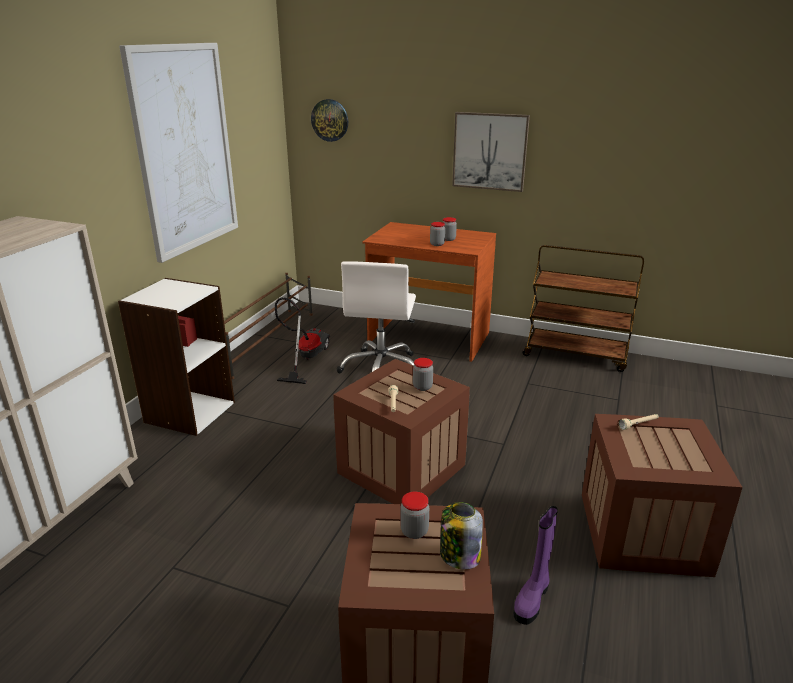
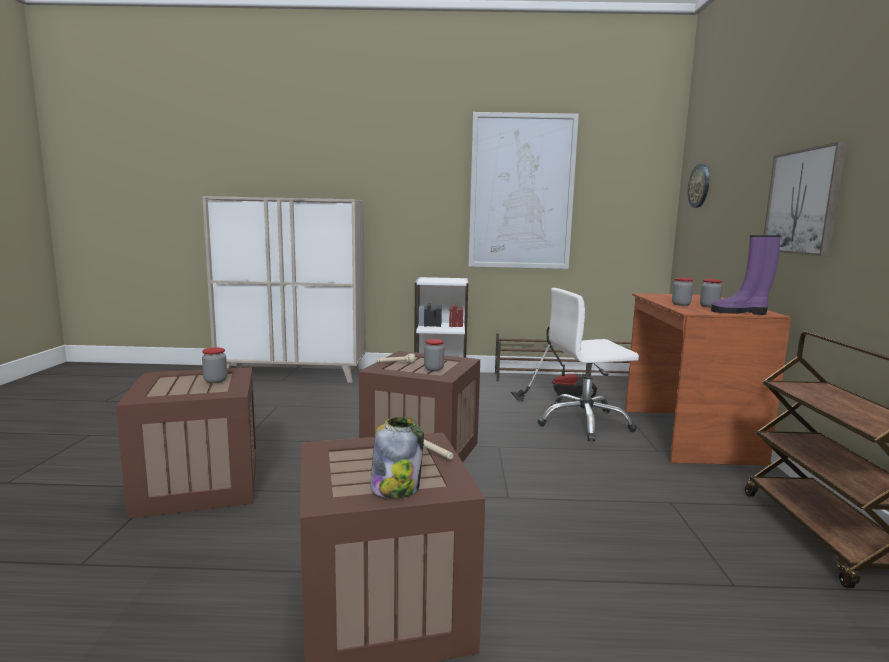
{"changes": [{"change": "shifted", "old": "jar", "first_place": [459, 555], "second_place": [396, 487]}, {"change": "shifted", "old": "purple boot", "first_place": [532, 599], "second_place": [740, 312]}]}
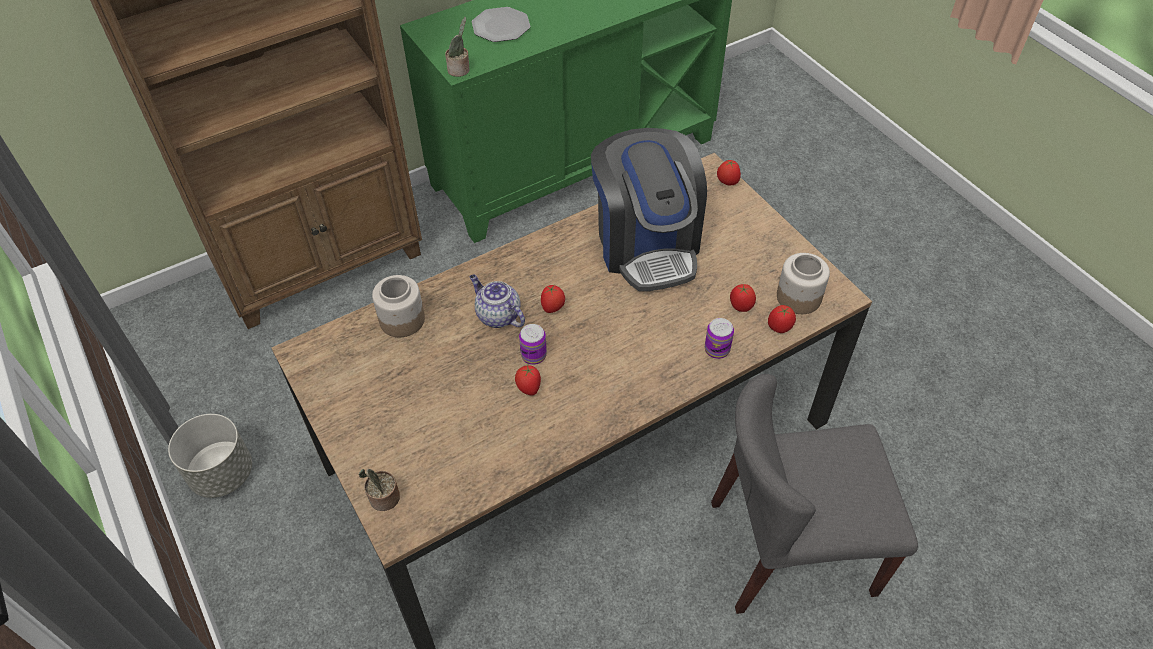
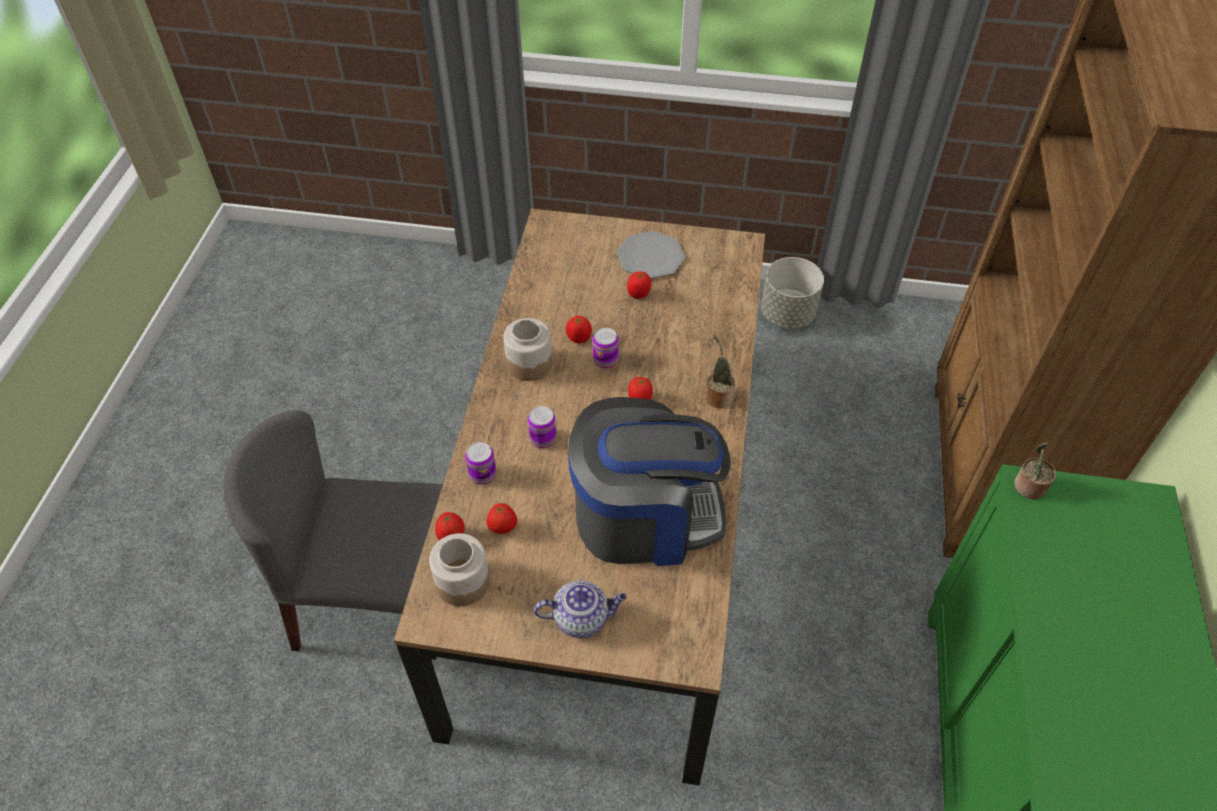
{"changes": [{"change": "shifted", "old": "plate", "first_place": [501, 26], "second_place": [650, 257]}, {"change": "rotated", "old": "coffee machine", "first_place": [646, 244], "second_place": [645, 516], "degrees": 150}, {"change": "shifted", "old": "tomato", "first_place": [727, 182], "second_place": [639, 294]}, {"change": "shifted", "old": "jar", "first_place": [402, 320], "second_place": [529, 363]}, {"change": "shifted", "old": "teapot", "first_place": [497, 315], "second_place": [582, 618]}, {"change": "rotated", "old": "grey chair", "first_place": [790, 548], "second_place": [375, 600], "degrees": -120}, {"change": "shifted", "old": "potted plant", "first_place": [383, 499], "second_place": [718, 396]}, {"change": "new", "new": "can", "second_place": [543, 438]}]}
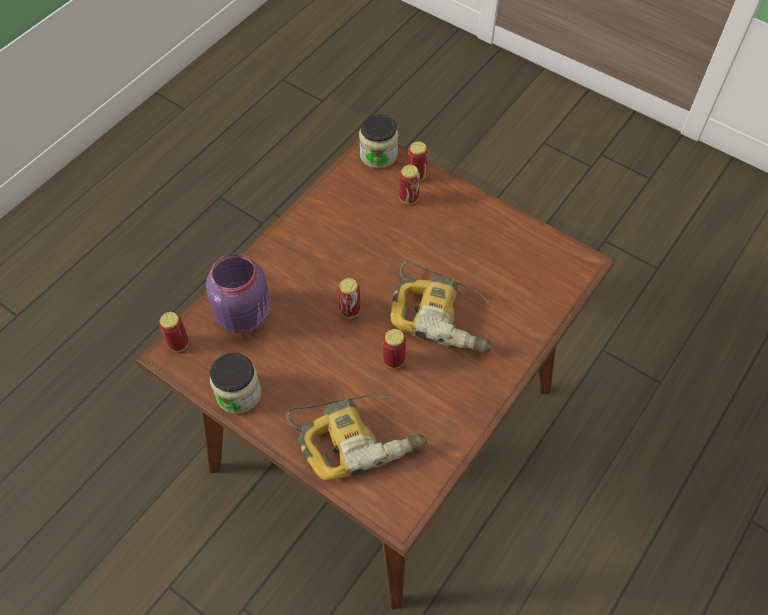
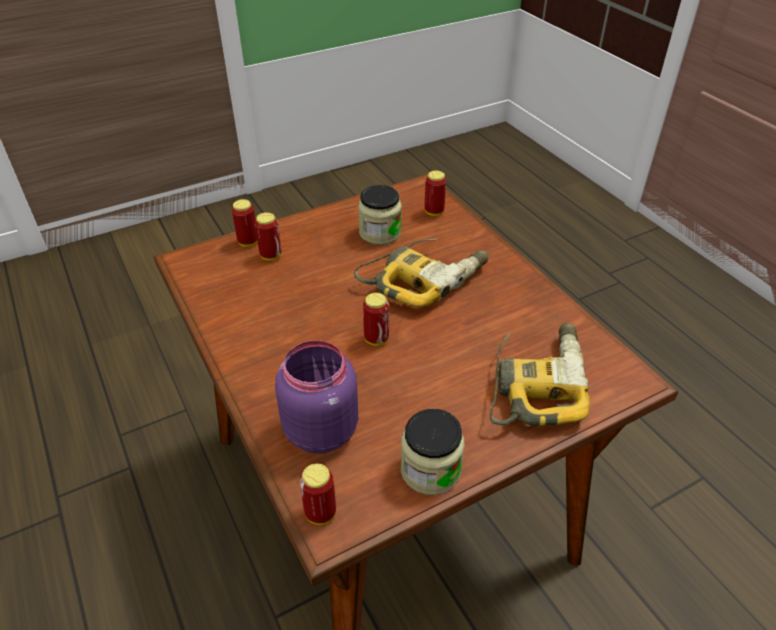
{"changes": [{"change": "shifted", "old": "jar", "first_place": [378, 155], "second_place": [380, 233]}, {"change": "shifted", "old": "can", "first_place": [394, 360], "second_place": [434, 212]}]}
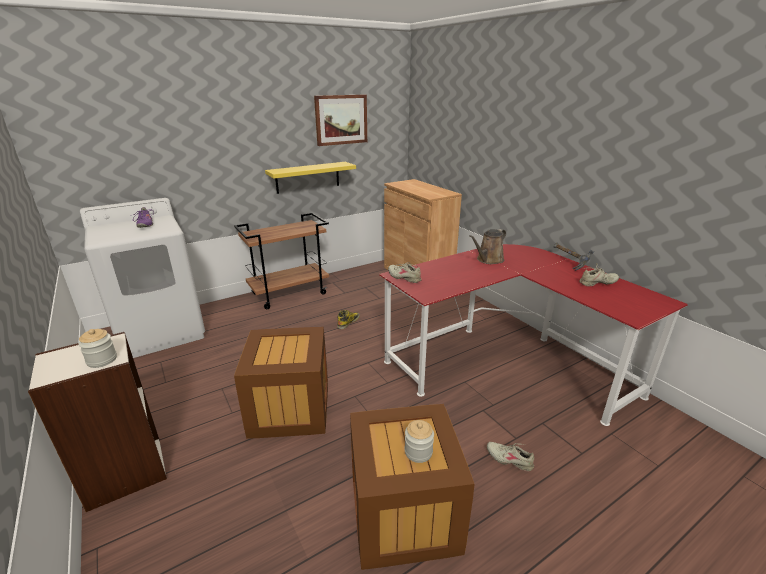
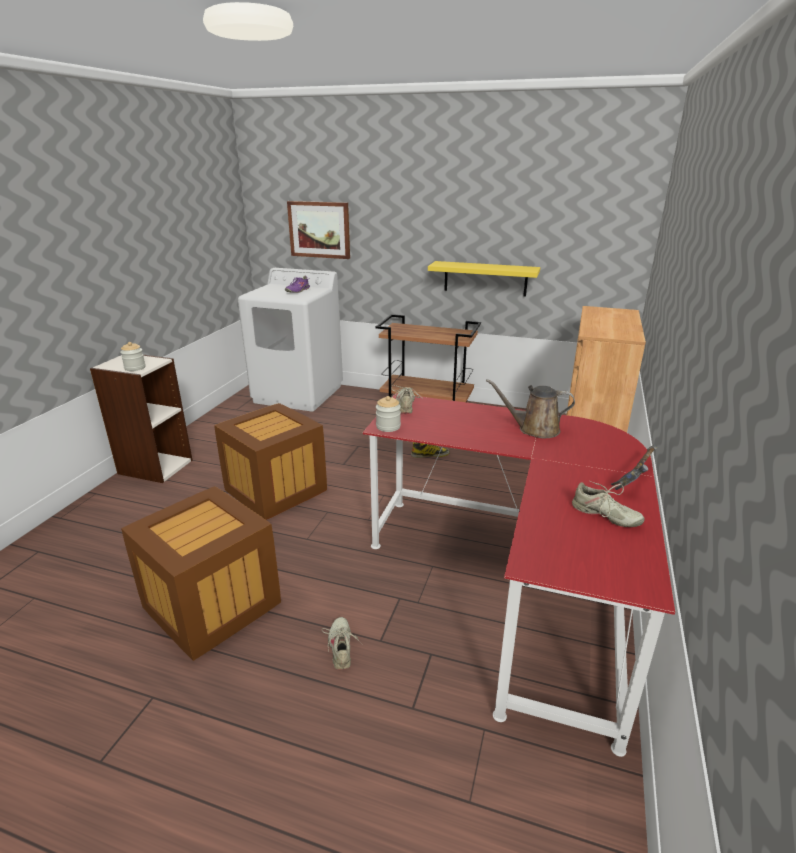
{"changes": [{"change": "shifted", "old": "picture", "first_place": [341, 119], "second_place": [319, 229]}, {"change": "shifted", "old": "jar", "first_place": [418, 452], "second_place": [388, 427]}]}
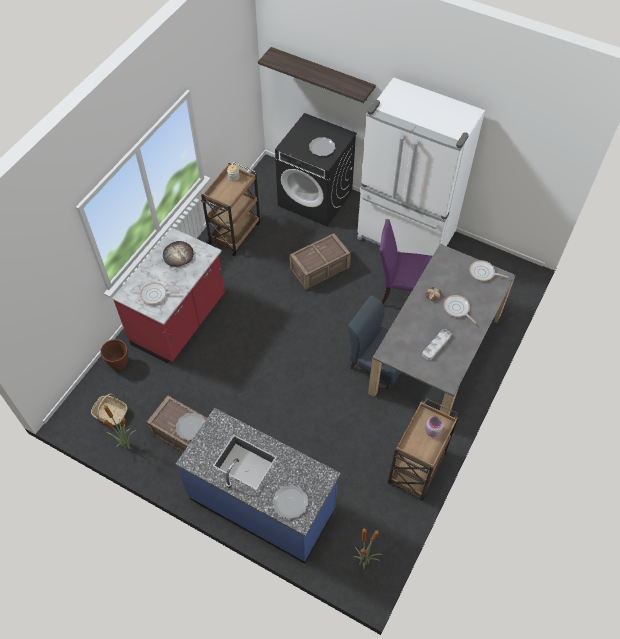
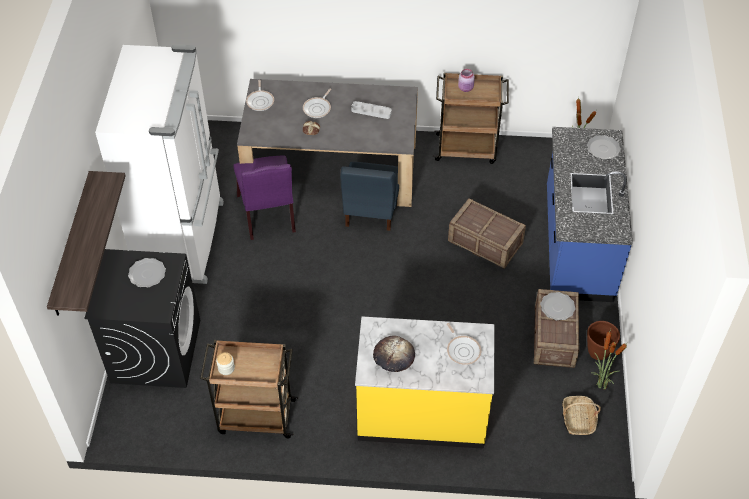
{"changes": [{"change": "repainted", "old": "red counter", "new": "yellow counter", "first_place": [180, 321], "second_place": [422, 412]}, {"change": "shifted", "old": "crate", "first_place": [319, 269], "second_place": [485, 243]}, {"change": "shifted", "old": "brown planter", "first_place": [119, 364], "second_place": [598, 352]}]}
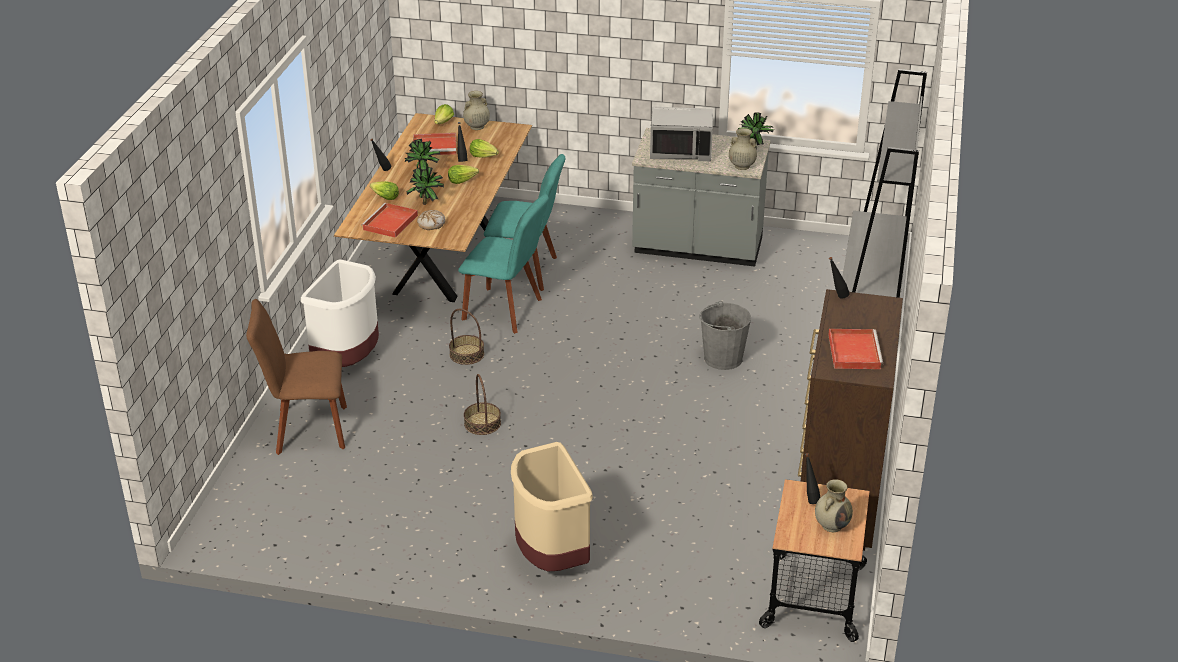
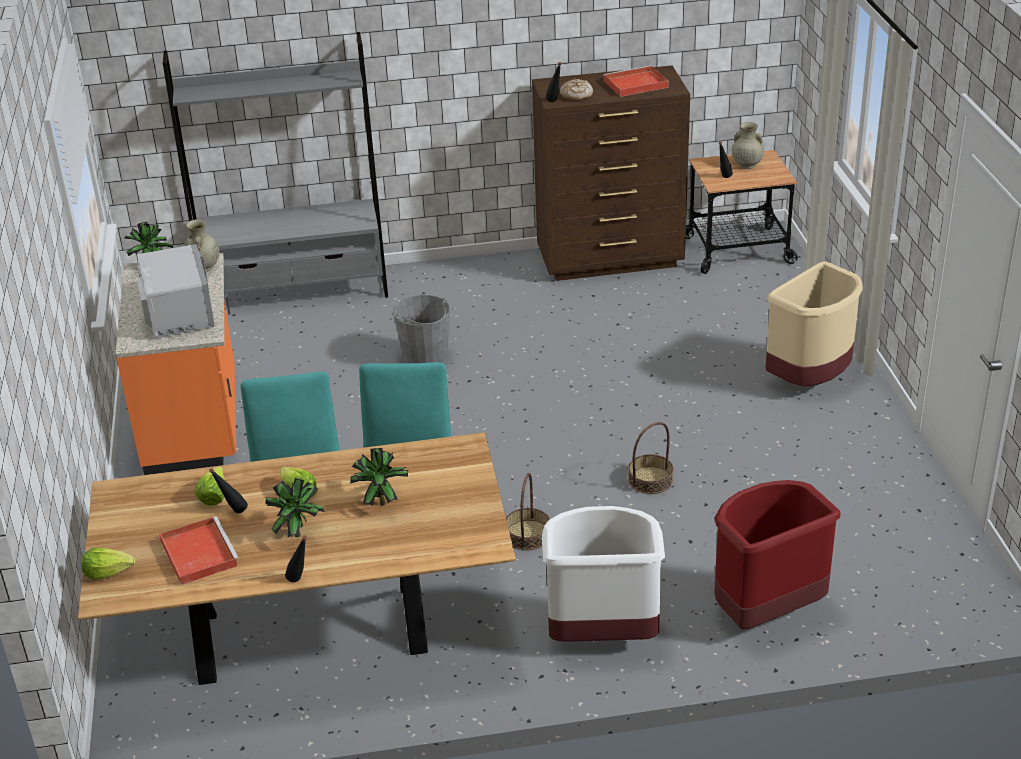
{"changes": [{"change": "gone", "old": "beige vase", "first_place": [476, 127]}, {"change": "repainted", "old": "grey counter", "new": "orange counter", "first_place": [697, 248], "second_place": [195, 425]}, {"change": "gone", "old": "lettuce", "first_place": [385, 197]}, {"change": "gone", "old": "red tray", "first_place": [390, 223]}, {"change": "shifted", "old": "bread", "first_place": [431, 224], "second_place": [576, 95]}, {"change": "swapped", "old": "brown chair", "new": "red trash can", "first_place": [306, 429], "second_place": [765, 611]}]}
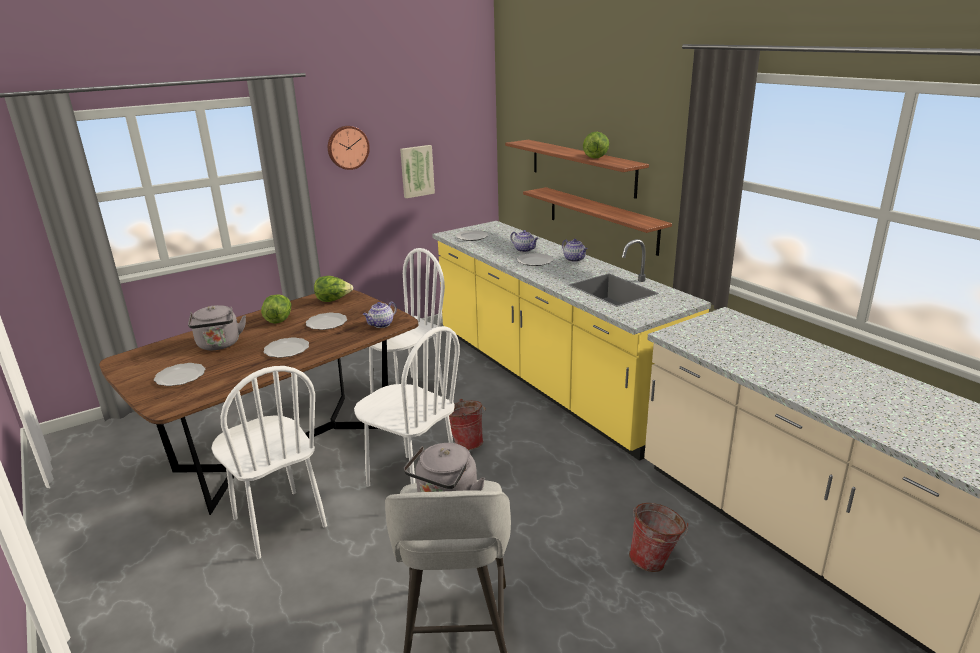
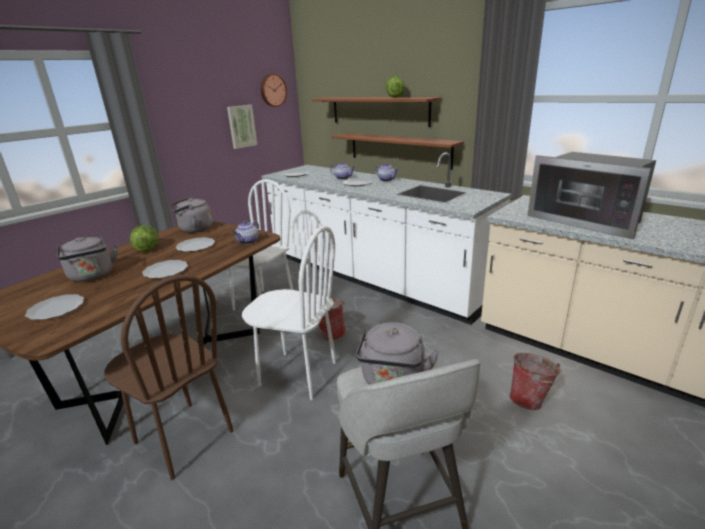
{"changes": [{"change": "shifted", "old": "wall clock", "first_place": [347, 147], "second_place": [273, 90]}, {"change": "repainted", "old": "yellow counter", "new": "white counter", "first_place": [549, 379], "second_place": [372, 278]}, {"change": "swapped", "old": "lettuce", "new": "grey kettle", "first_place": [333, 300], "second_place": [194, 229]}, {"change": "repainted", "old": "white chair", "new": "brown chair", "first_place": [278, 522], "second_place": [183, 437]}, {"change": "new", "new": "microwave", "second_place": [587, 220]}]}
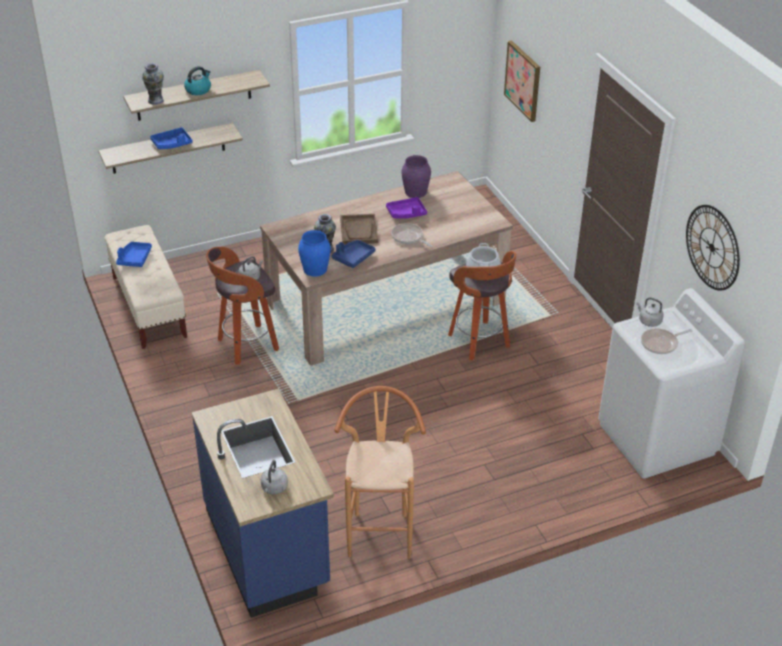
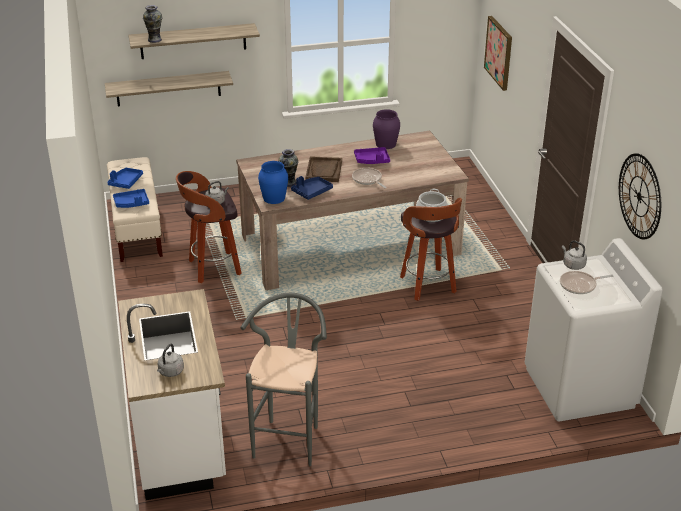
{"changes": [{"change": "gone", "old": "kettle", "first_place": [198, 90]}, {"change": "shifted", "old": "blue tray", "first_place": [172, 144], "second_place": [132, 203]}, {"change": "repainted", "old": "brown stool", "new": "grey stool", "first_place": [380, 530], "second_place": [289, 437]}, {"change": "repainted", "old": "blue counter", "new": "white counter", "first_place": [268, 548], "second_place": [180, 441]}]}
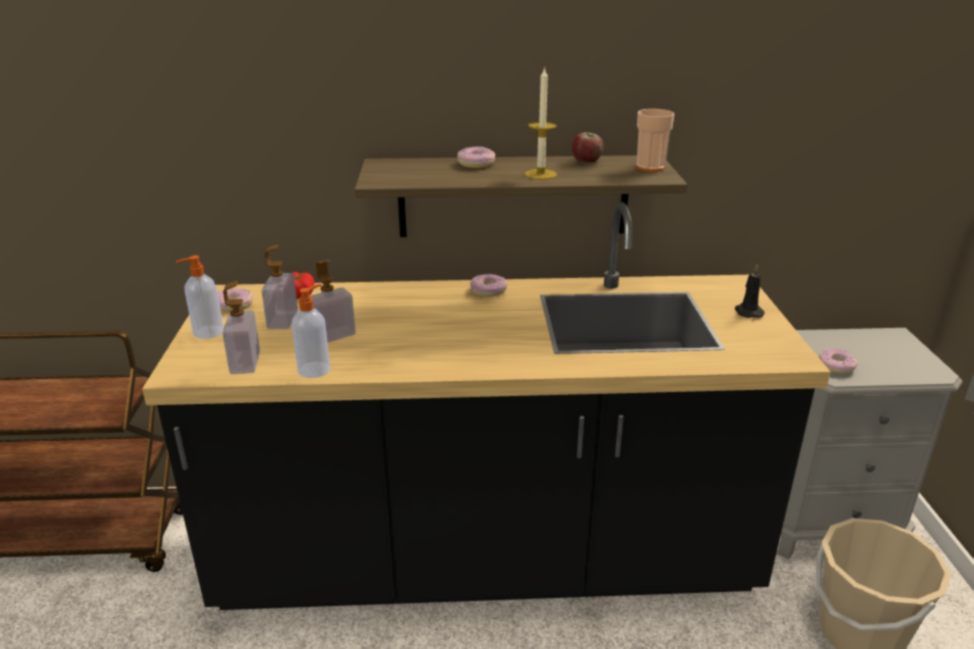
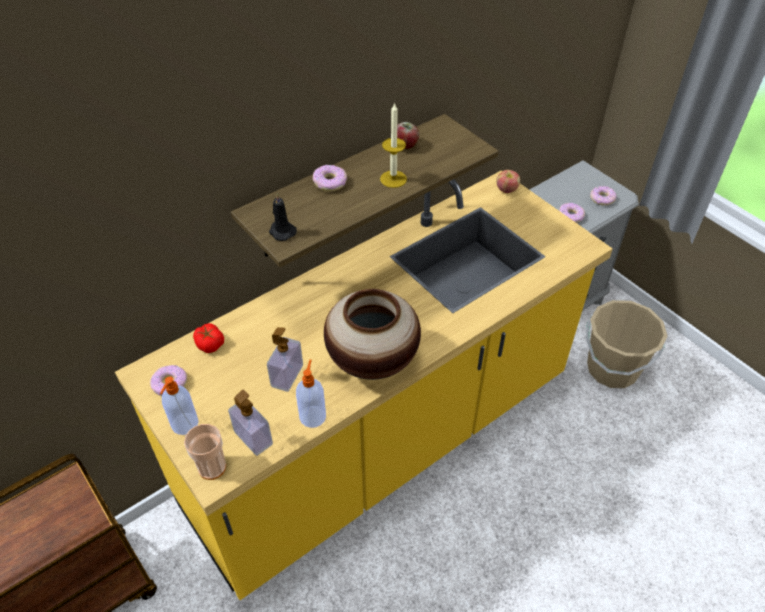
{"changes": [{"change": "shifted", "old": "cup", "first_place": [650, 167], "second_place": [212, 467]}, {"change": "repainted", "old": "black counter", "new": "yellow counter", "first_place": [487, 562], "second_place": [382, 444]}, {"change": "gone", "old": "soap dispenser", "first_place": [283, 320]}, {"change": "shifted", "old": "black candle", "first_place": [748, 312], "second_place": [281, 231]}, {"change": "shifted", "old": "donut", "first_place": [488, 291], "second_place": [602, 199]}, {"change": "new", "new": "apple", "second_place": [506, 190]}, {"change": "new", "new": "vase", "second_place": [372, 361]}]}
